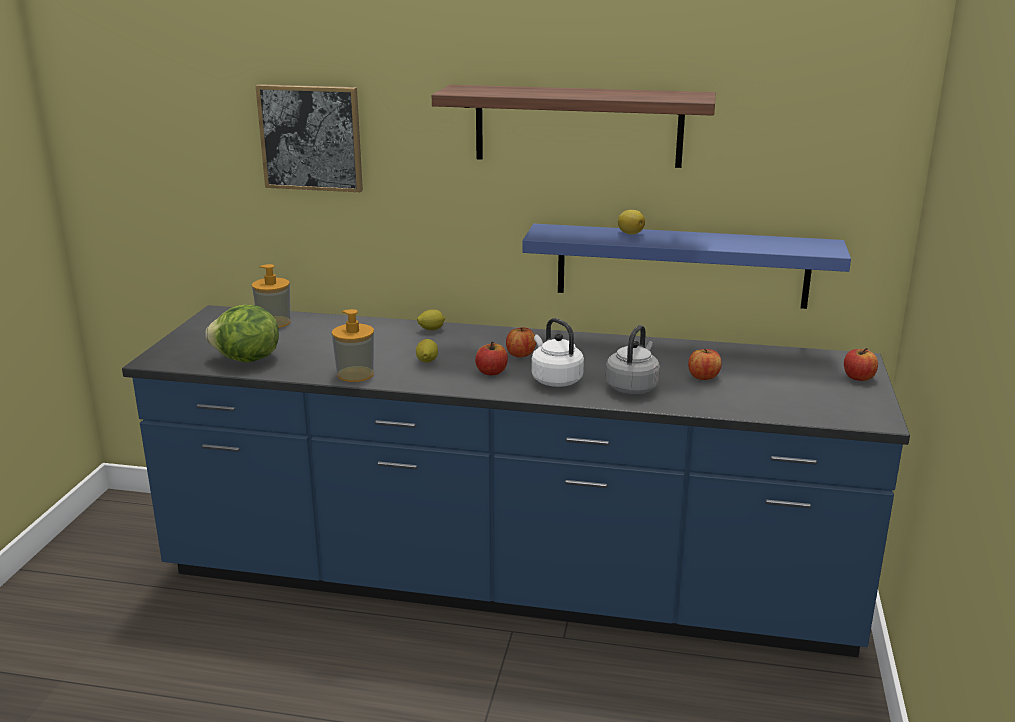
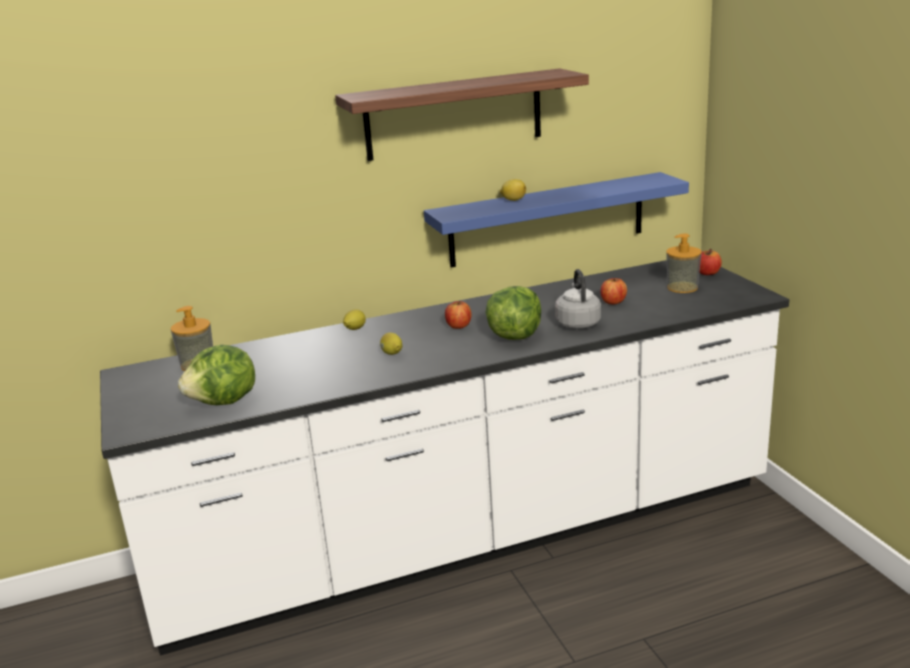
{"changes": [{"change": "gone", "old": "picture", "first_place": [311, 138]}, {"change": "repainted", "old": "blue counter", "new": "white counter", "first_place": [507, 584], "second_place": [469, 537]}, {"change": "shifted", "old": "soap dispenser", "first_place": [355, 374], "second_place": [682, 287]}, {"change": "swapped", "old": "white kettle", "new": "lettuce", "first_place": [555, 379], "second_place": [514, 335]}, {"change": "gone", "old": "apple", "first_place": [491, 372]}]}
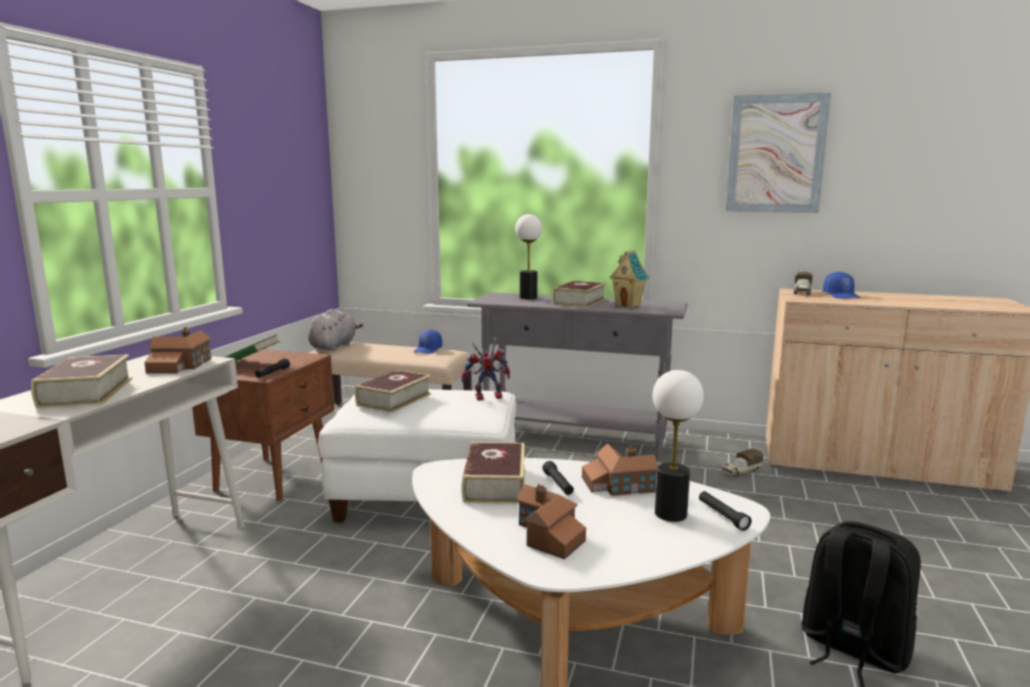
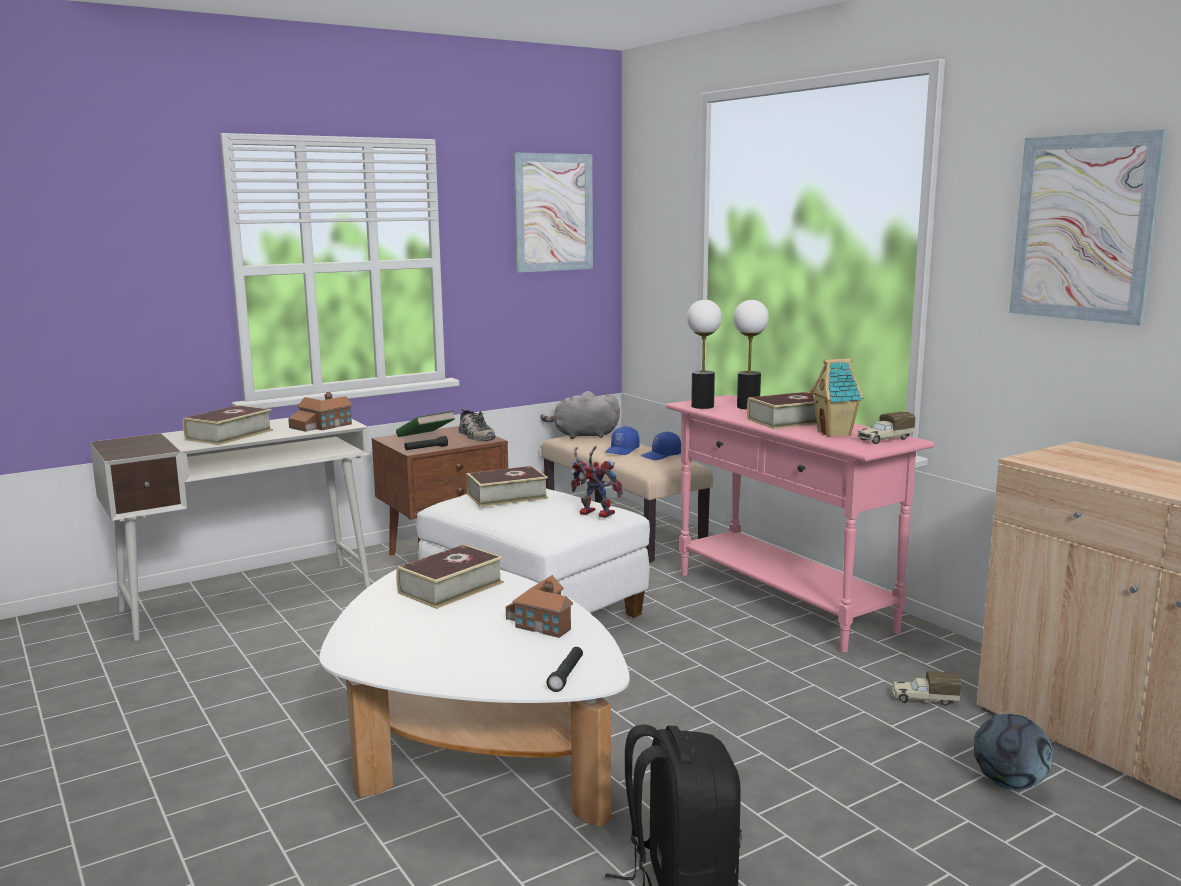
{"changes": [{"change": "shifted", "old": "toy truck", "first_place": [802, 292], "second_place": [884, 440]}, {"change": "shifted", "old": "blue cap", "first_place": [842, 296], "second_place": [622, 450]}, {"change": "repainted", "old": "grey console table", "new": "pink console table", "first_place": [575, 438], "second_place": [782, 602]}, {"change": "rotated", "old": "grey plush toy", "first_place": [334, 346], "second_place": [583, 435], "degrees": -150}, {"change": "shifted", "old": "table lamp", "first_place": [670, 514], "second_place": [702, 406]}, {"change": "gone", "old": "black flashlight", "first_place": [558, 484]}, {"change": "gone", "old": "toy house", "first_place": [547, 536]}, {"change": "new", "new": "picture", "second_place": [553, 212]}, {"change": "new", "new": "shoe", "second_place": [474, 435]}, {"change": "new", "new": "football", "second_place": [1009, 784]}]}
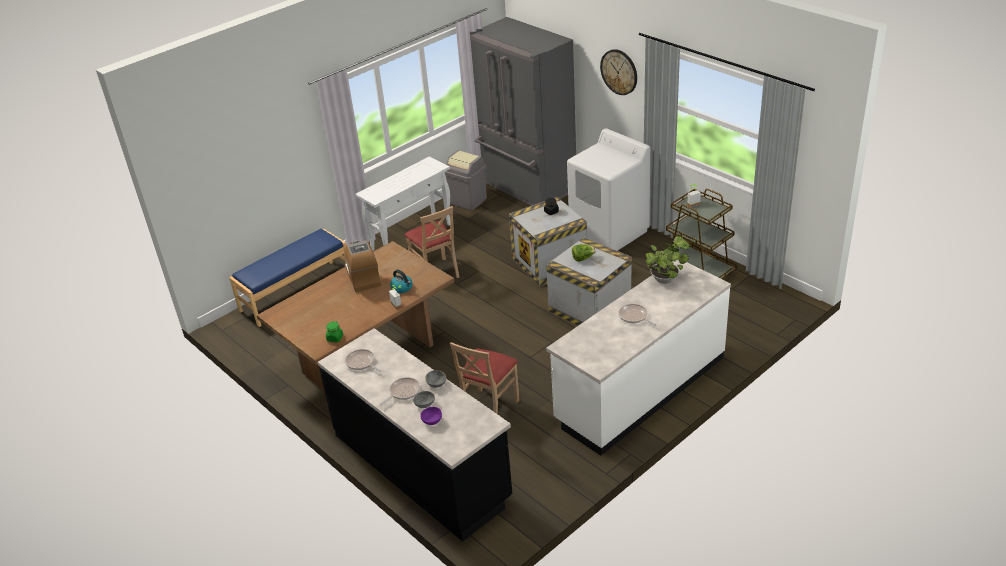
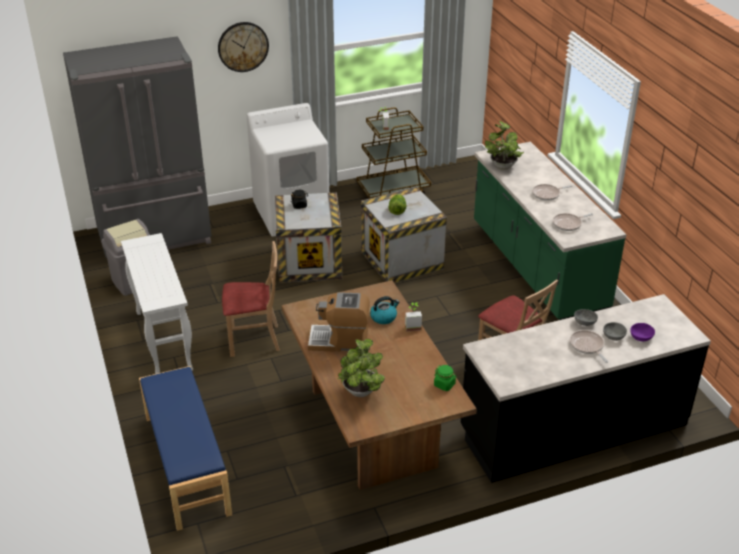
{"changes": [{"change": "repainted", "old": "white counter", "new": "green counter", "first_place": [640, 389], "second_place": [536, 268]}, {"change": "shifted", "old": "frying pan", "first_place": [362, 363], "second_place": [568, 224]}, {"change": "new", "new": "potted plant", "second_place": [360, 393]}]}
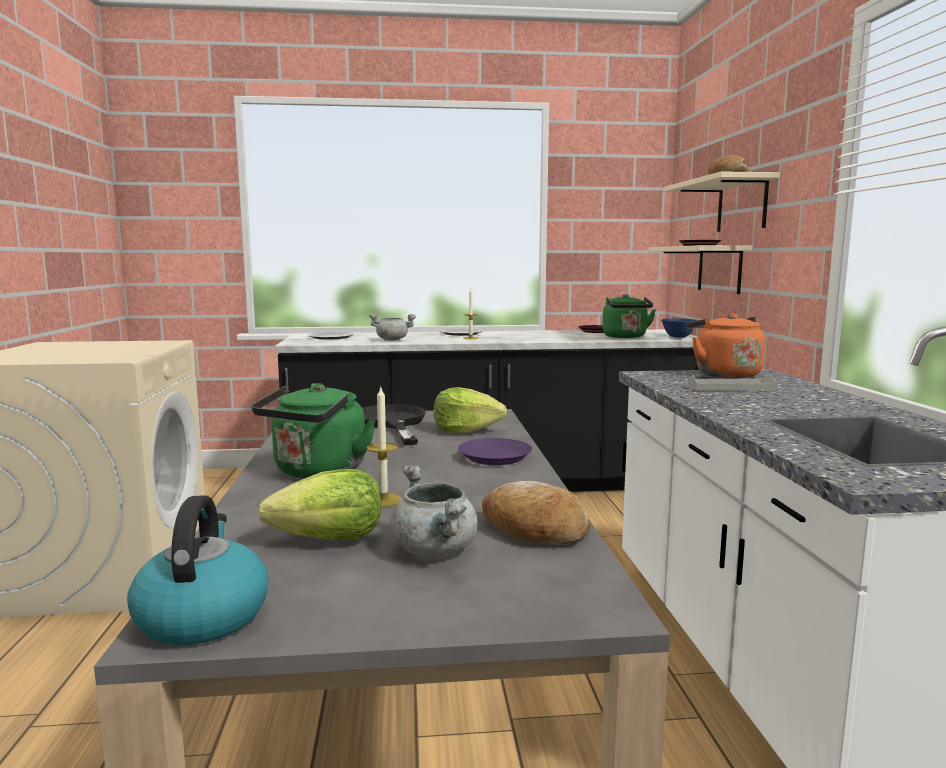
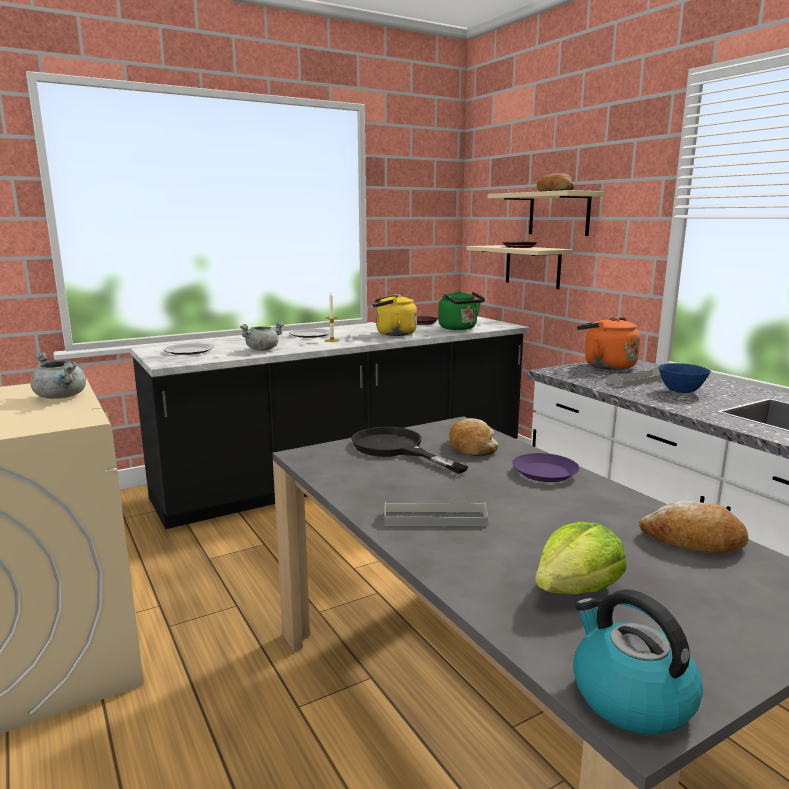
{"changes": [{"change": "shifted", "old": "blue bowl", "first_place": [678, 337], "second_place": [681, 391]}, {"change": "swapped", "old": "green kettle", "new": "grey tray", "first_place": [317, 472], "second_place": [435, 518]}, {"change": "gone", "old": "candle", "first_place": [383, 500]}, {"change": "swapped", "old": "lettuce", "new": "bread", "first_place": [466, 430], "second_place": [471, 446]}, {"change": "shifted", "old": "grey cooking pot", "first_place": [436, 550], "second_place": [62, 397]}, {"change": "new", "new": "yellow kettle", "second_place": [393, 334]}]}
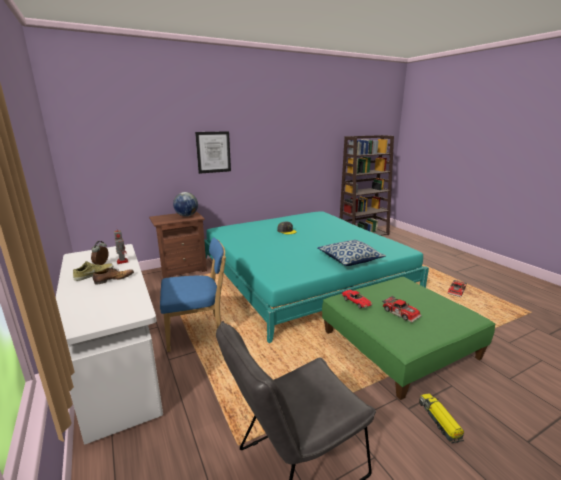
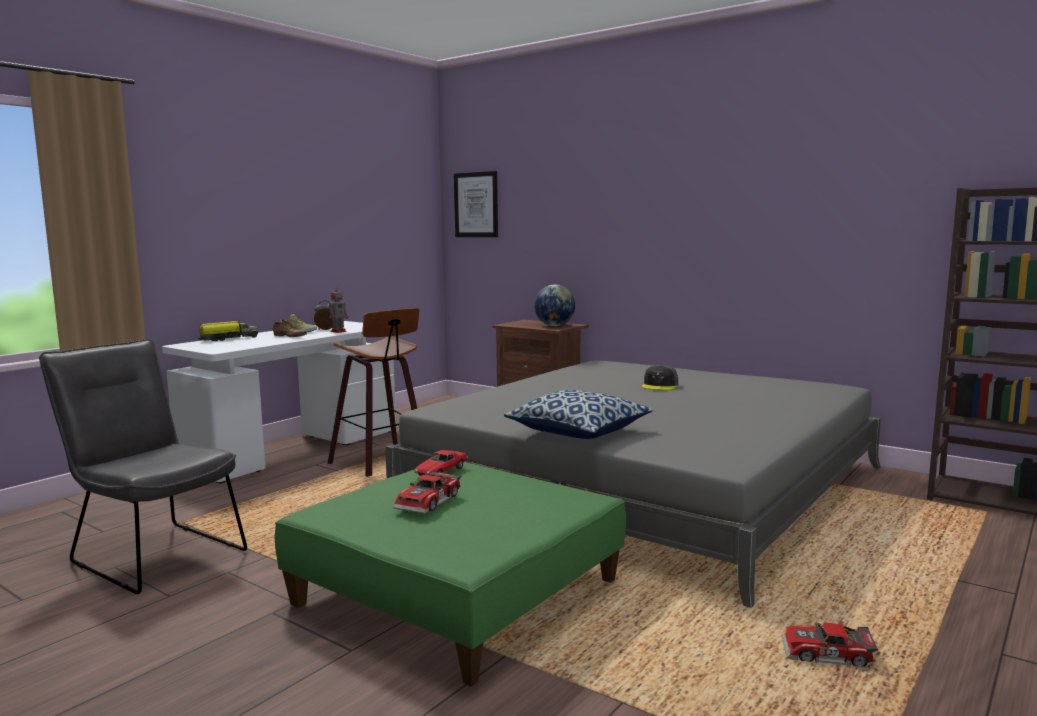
{"changes": [{"change": "shifted", "old": "picture", "first_place": [213, 152], "second_place": [476, 205]}, {"change": "repainted", "old": "turquoise bed", "new": "grey bed", "first_place": [303, 274], "second_place": [644, 483]}, {"change": "swapped", "old": "blue chair", "new": "stool", "first_place": [197, 332], "second_place": [382, 462]}, {"change": "shifted", "old": "toy truck", "first_place": [439, 421], "second_place": [228, 339]}]}
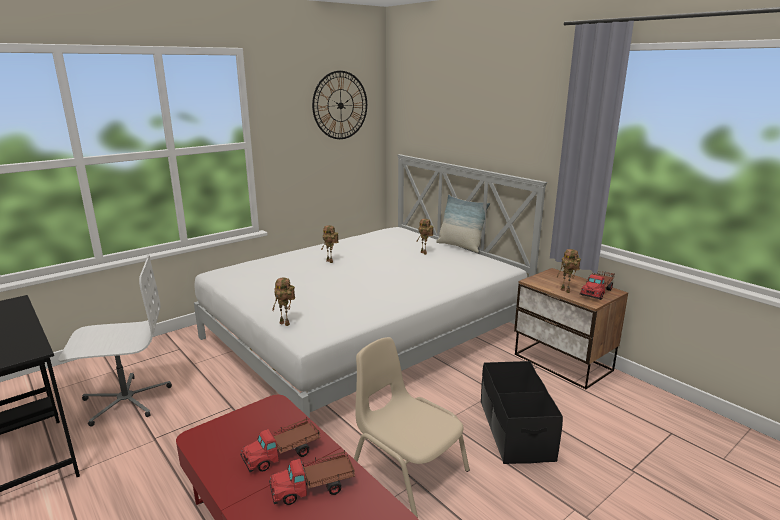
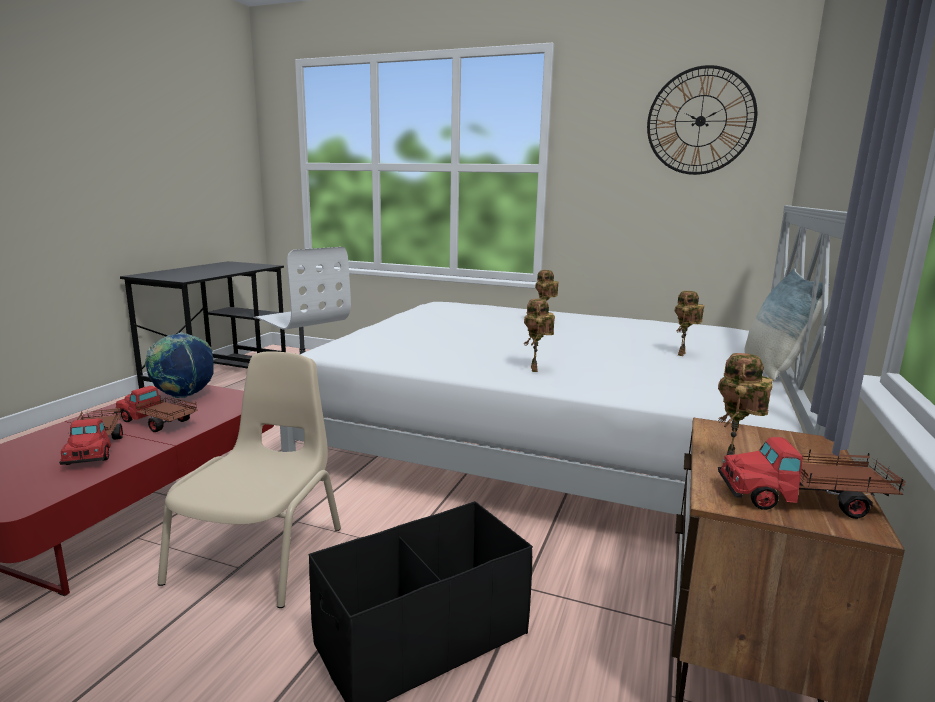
{"changes": [{"change": "shifted", "old": "toy robot", "first_place": [286, 323], "second_place": [536, 370]}, {"change": "rotated", "old": "toy truck", "first_place": [314, 487], "second_place": [95, 448], "degrees": -150}, {"change": "new", "new": "globe", "second_place": [183, 396]}]}
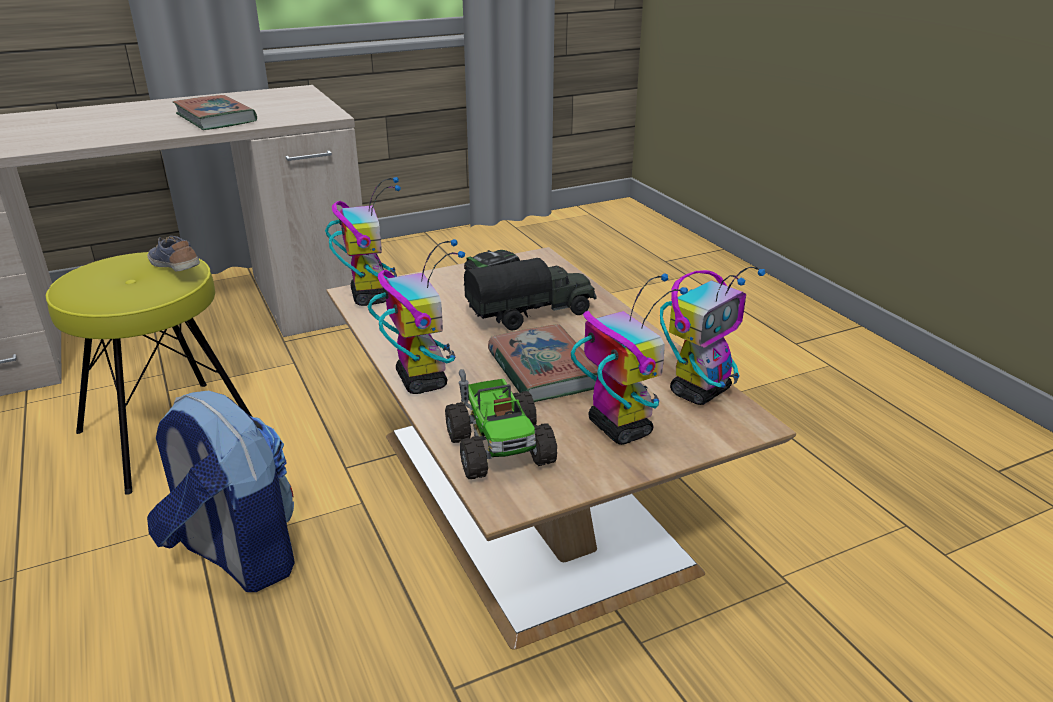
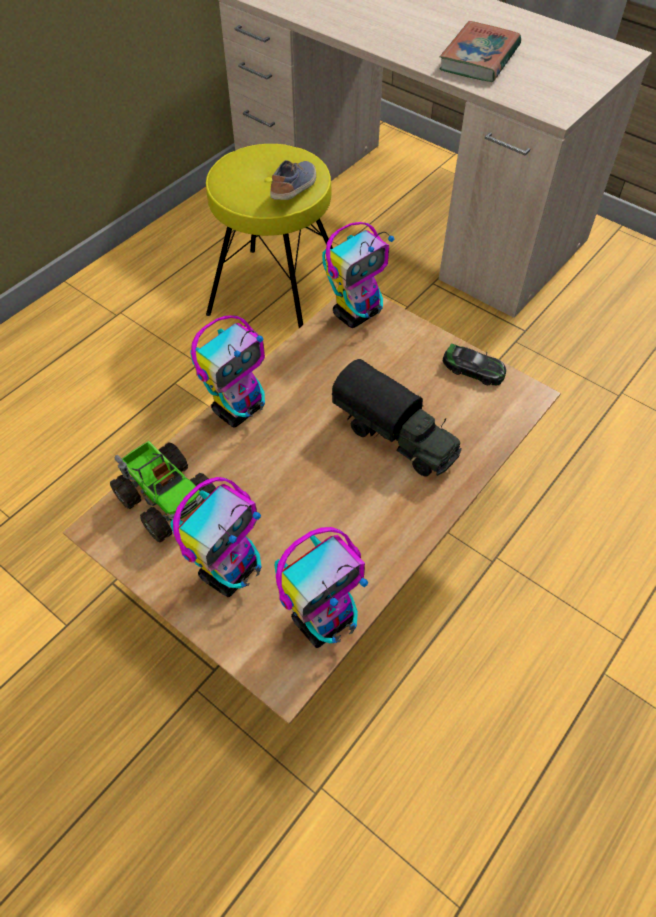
{"changes": [{"change": "rotated", "old": "toy robot", "first_place": [700, 391], "second_place": [324, 619], "degrees": -60}, {"change": "gone", "old": "book", "first_place": [543, 370]}, {"change": "rotated", "old": "toy truck", "first_place": [499, 448], "second_place": [166, 498], "degrees": -90}, {"change": "gone", "old": "backpack", "first_place": [236, 556]}]}
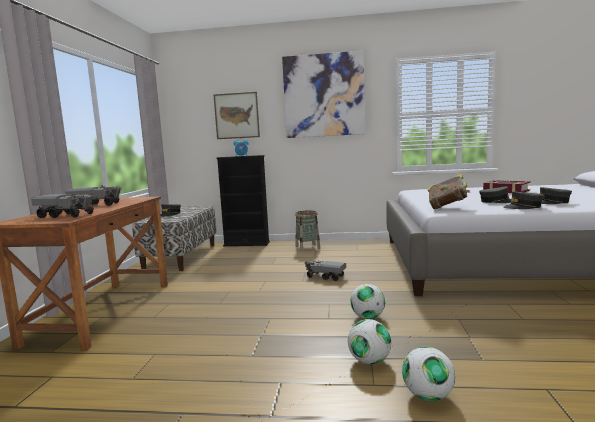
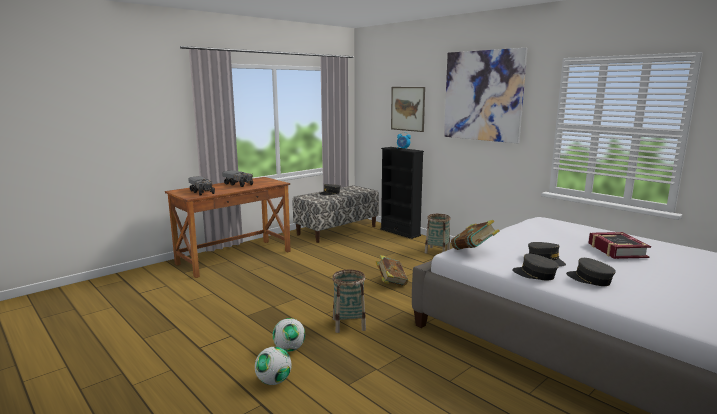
{"changes": [{"change": "swapped", "old": "toy truck", "new": "book", "first_place": [325, 277], "second_place": [391, 283]}, {"change": "swapped", "old": "football", "new": "basket", "first_place": [368, 317], "second_place": [349, 324]}]}
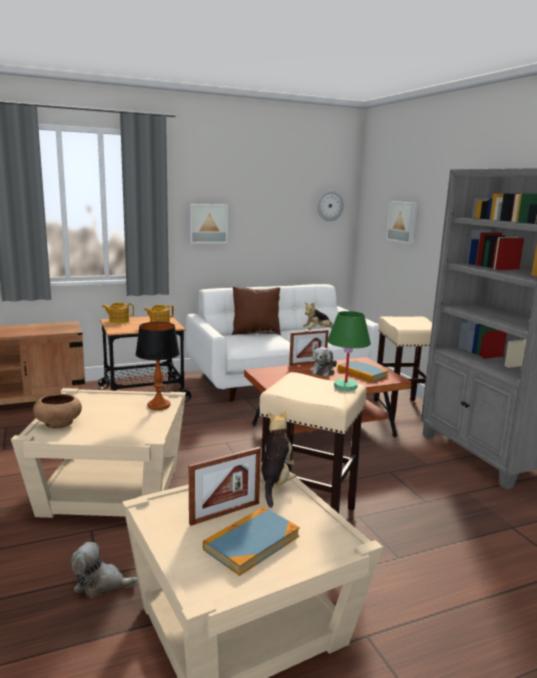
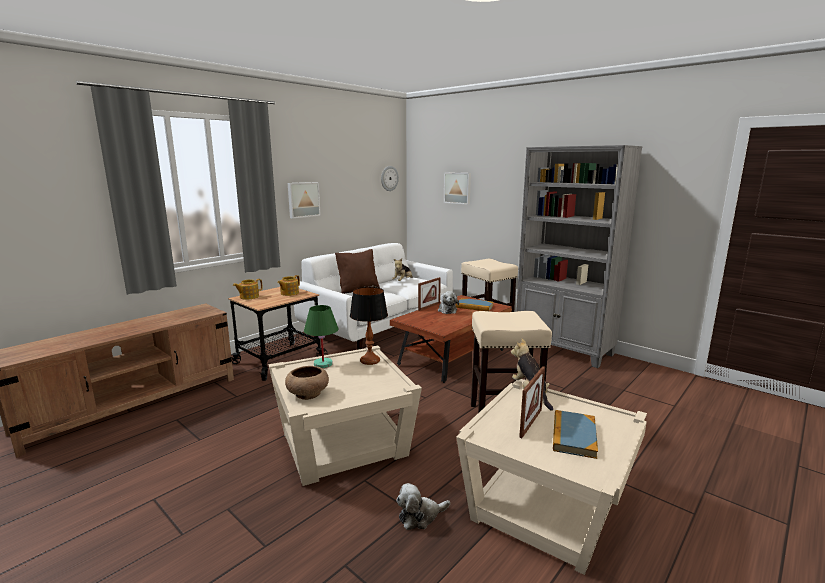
{"changes": [{"change": "shifted", "old": "green table lamp", "first_place": [345, 386], "second_place": [323, 364]}]}
